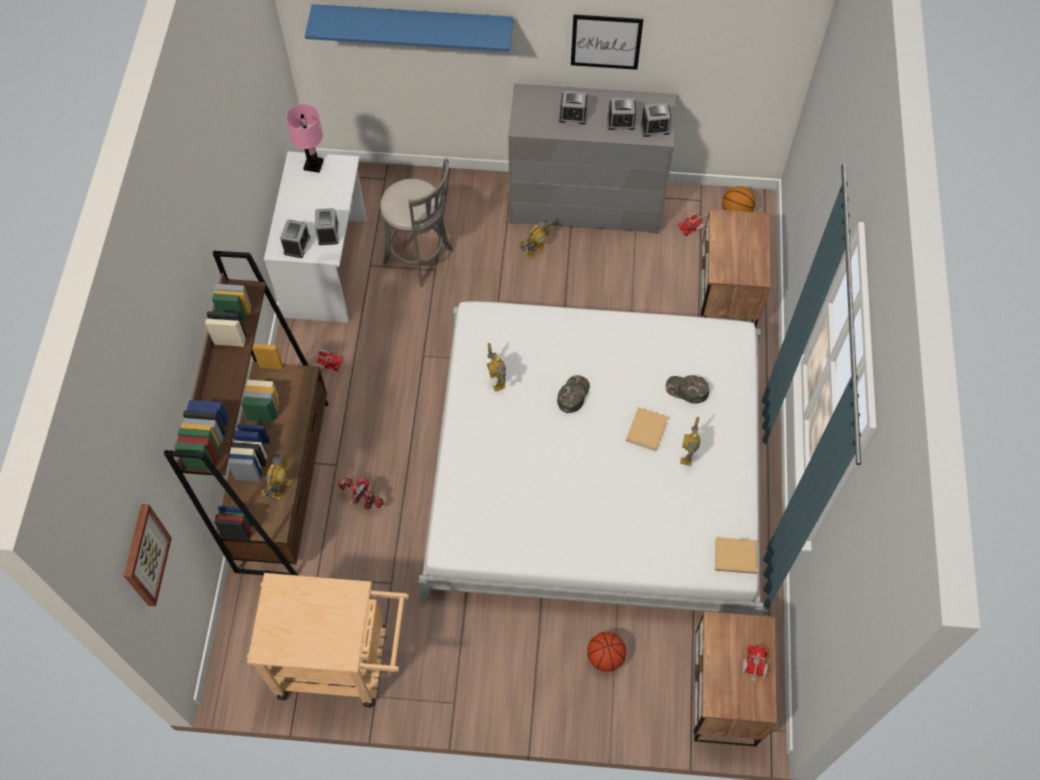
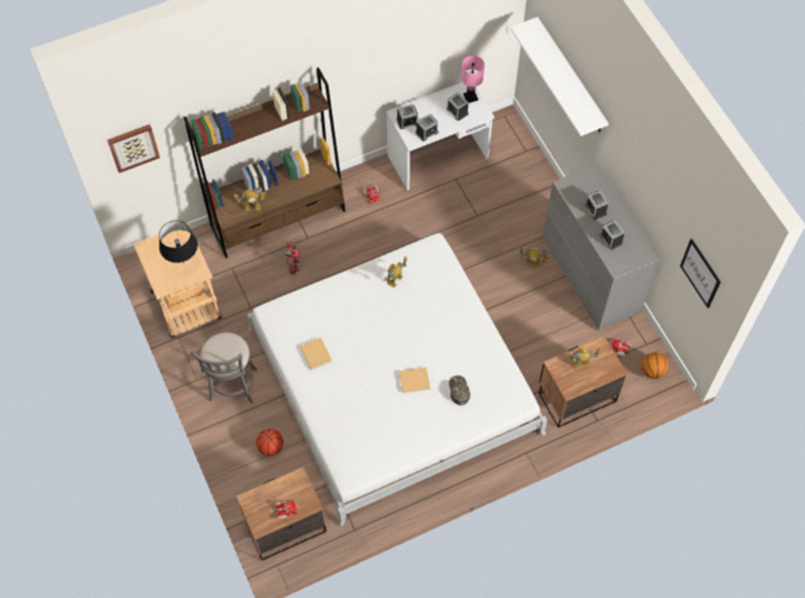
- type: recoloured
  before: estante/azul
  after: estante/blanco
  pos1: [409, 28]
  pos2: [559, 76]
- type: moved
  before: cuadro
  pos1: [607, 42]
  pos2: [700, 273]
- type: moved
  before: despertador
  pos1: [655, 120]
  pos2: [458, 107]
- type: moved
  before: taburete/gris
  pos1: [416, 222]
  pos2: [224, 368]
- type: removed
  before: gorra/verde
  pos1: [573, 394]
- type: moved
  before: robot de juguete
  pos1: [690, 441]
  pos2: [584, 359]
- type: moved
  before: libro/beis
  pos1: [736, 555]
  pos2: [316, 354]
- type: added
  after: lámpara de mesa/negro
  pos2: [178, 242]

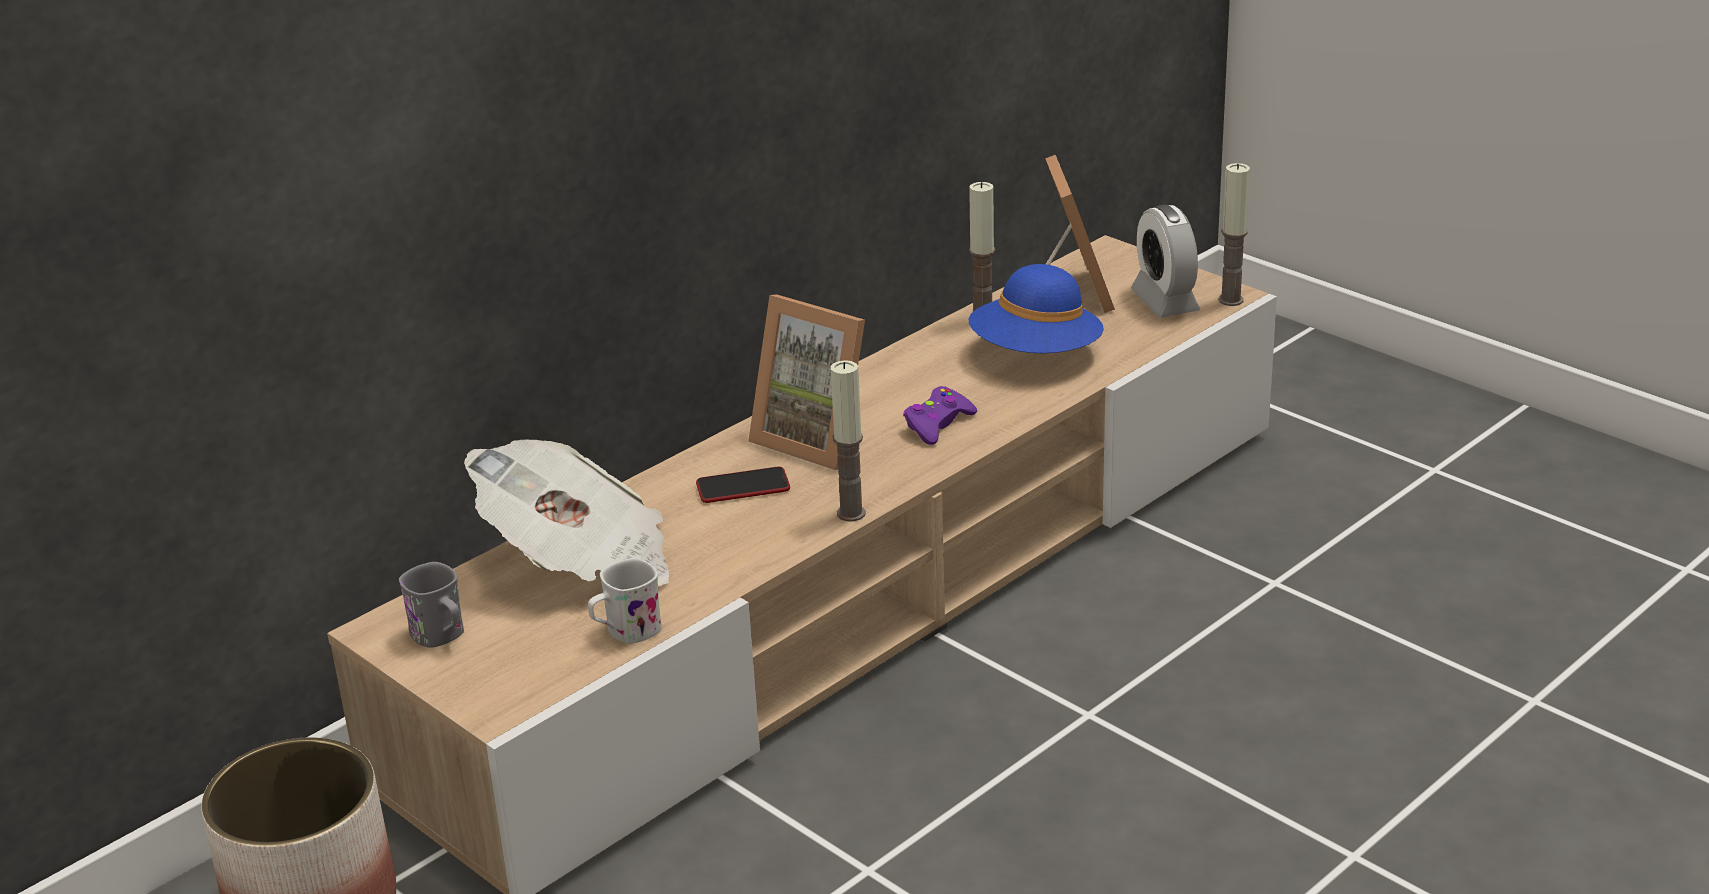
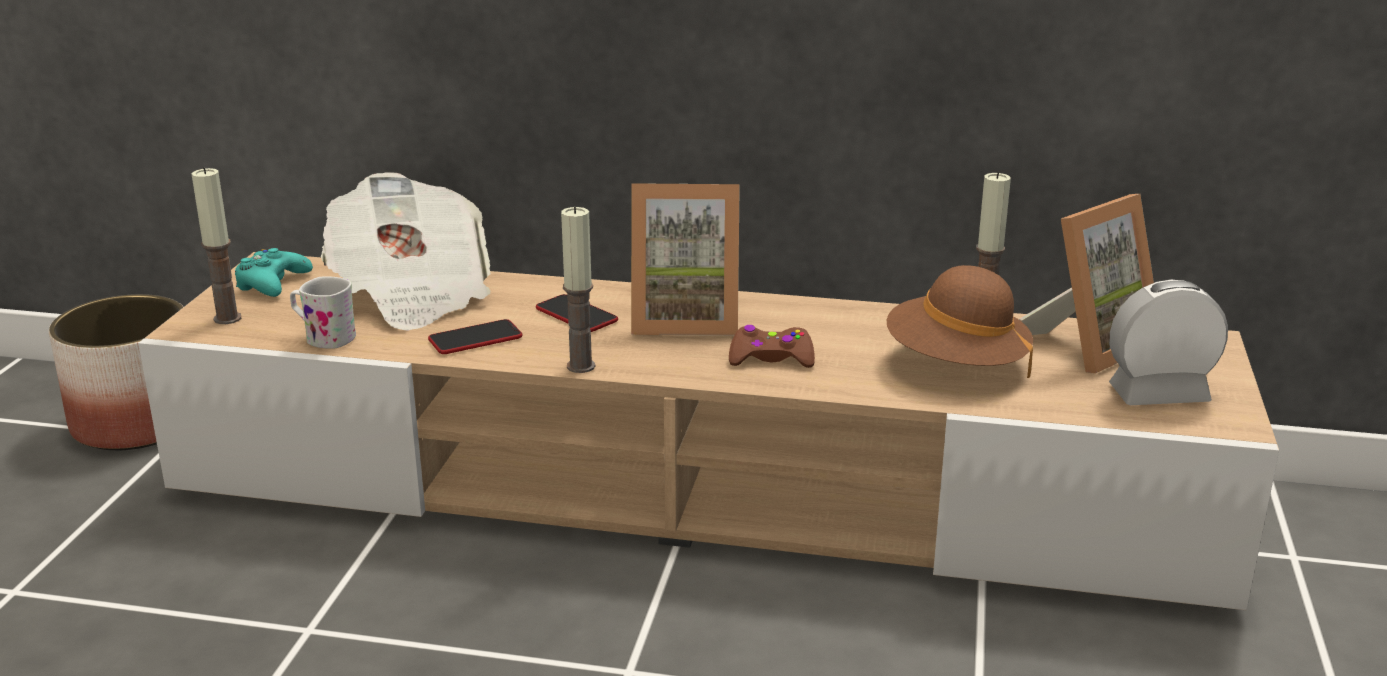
- type: moved
  before: vela
  pos1: [1234, 234]
  pos2: [216, 245]
- type: turned
  before: despertador
  pos1: [1165, 261]
  pos2: [1168, 342]
  turn: 45
- type: recoloured
  before: sombrero/azul
  after: sombrero/marrón
  pos1: [1036, 308]
  pos2: [960, 321]
- type: turned
  before: portarretratos
  pos1: [806, 382]
  pos2: [685, 259]
  turn: -90
- type: recoloured
  before: mando de consola/morado
  after: mando de consola/marrón
  pos1: [940, 415]
  pos2: [772, 346]
- type: replaced
  before: taza grande/gris
  after: mando de consola/turquesa
  pos1: [431, 605]
  pos2: [274, 272]
- type: added
  after: móvil
  pos2: [475, 336]

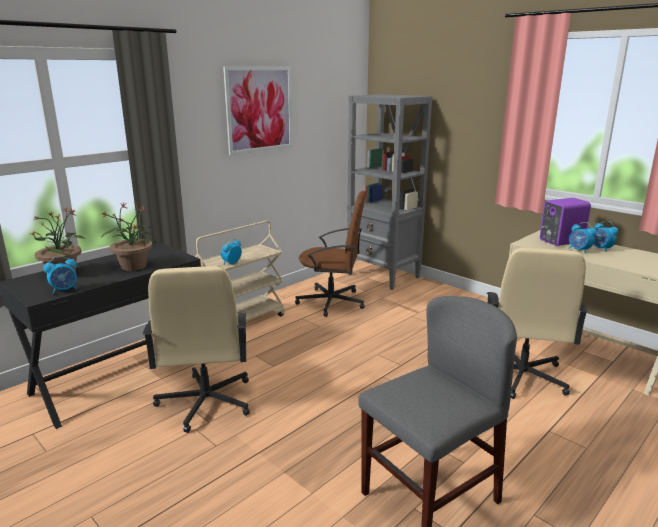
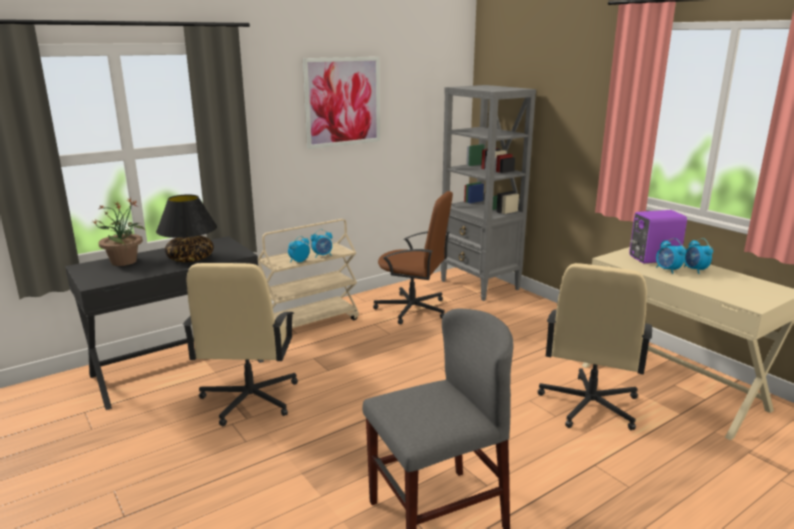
- type: replaced
  before: planta en maceta
  after: lámpara de mesa/negro
  pos1: [128, 236]
  pos2: [186, 228]
- type: moved
  before: despertador
  pos1: [60, 275]
  pos2: [321, 243]

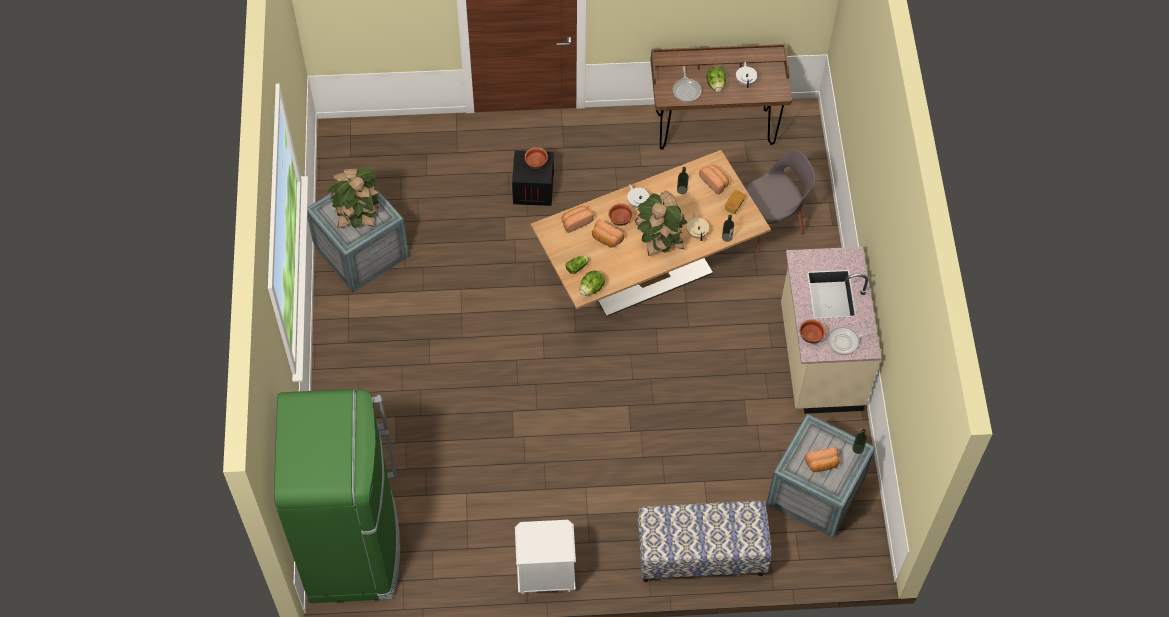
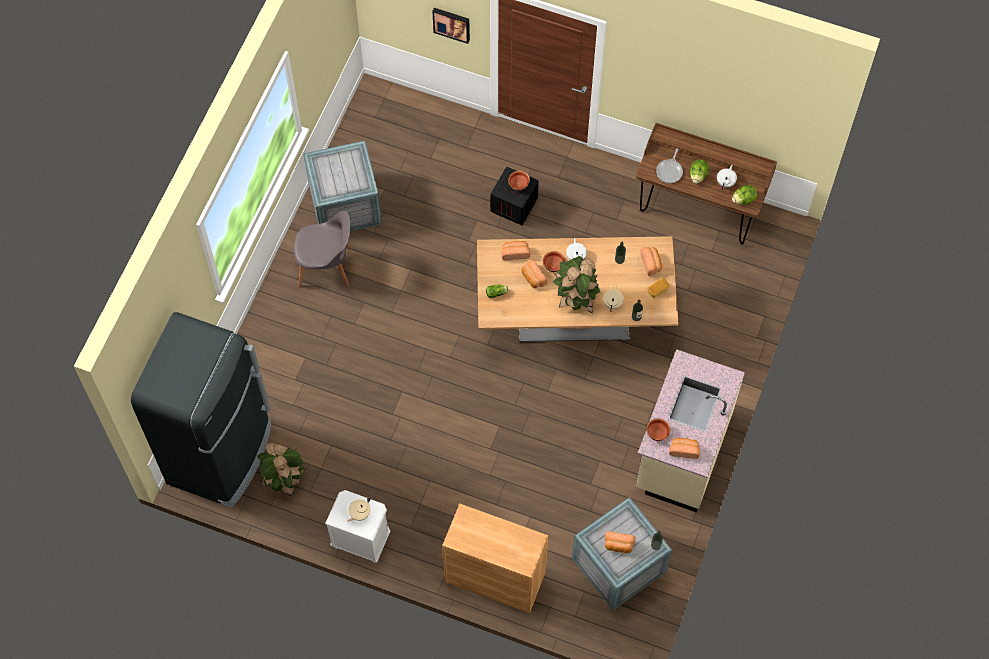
- type: moved
  before: silla/gris
  pos1: [780, 201]
  pos2: [322, 249]
- type: moved
  before: planta en maceta
  pos1: [354, 198]
  pos2: [282, 470]
- type: moved
  before: lechuga
  pos1: [592, 283]
  pos2: [744, 195]
- type: replaced
  before: sartén
  after: pan
  pos1: [851, 341]
  pos2: [684, 448]
- type: recoloured
  before: nevera/verde
  after: nevera/negro
  pos1: [337, 496]
  pos2: [201, 410]
- type: replaced
  before: banco
  after: armario/marrón
  pos1: [704, 541]
  pos2: [495, 558]
- type: added
  after: cuadro
  pos2: [451, 26]
- type: added
  after: tetera/beis
  pos2: [358, 510]

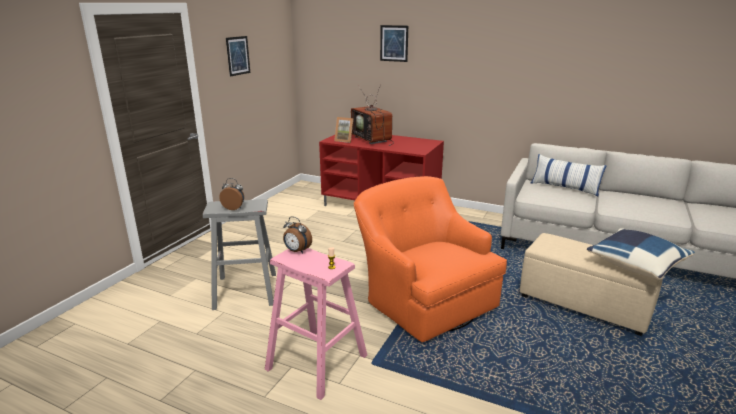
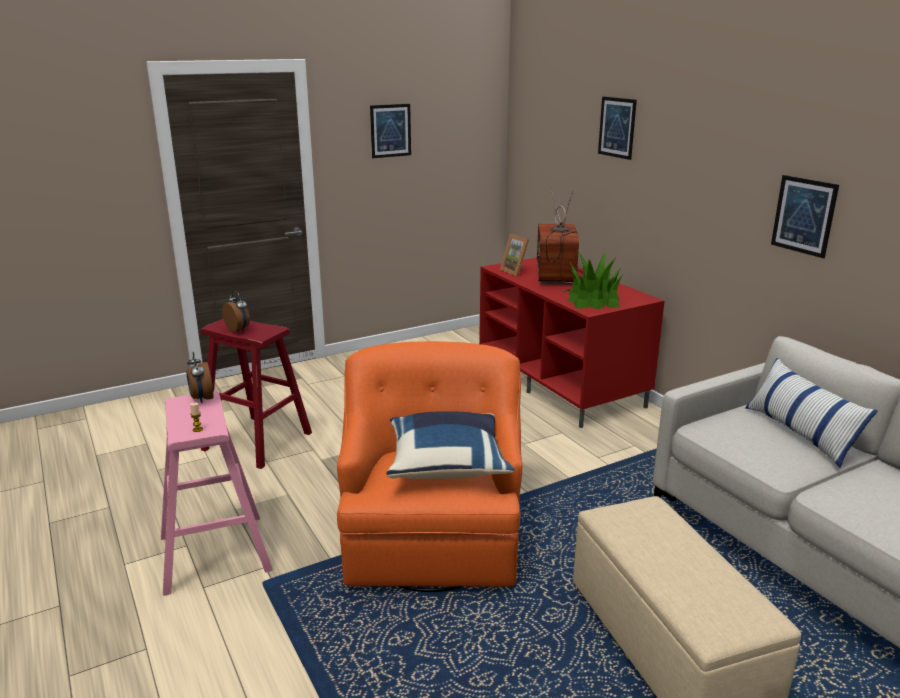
- type: recoloured
  before: taburete/gris
  after: taburete/rojo
  pos1: [239, 254]
  pos2: [256, 394]
- type: moved
  before: cojín/azul
  pos1: [641, 254]
  pos2: [450, 445]
- type: added
  after: cuadro
  pos2: [805, 216]
- type: added
  after: planta en maceta
  pos2: [595, 280]

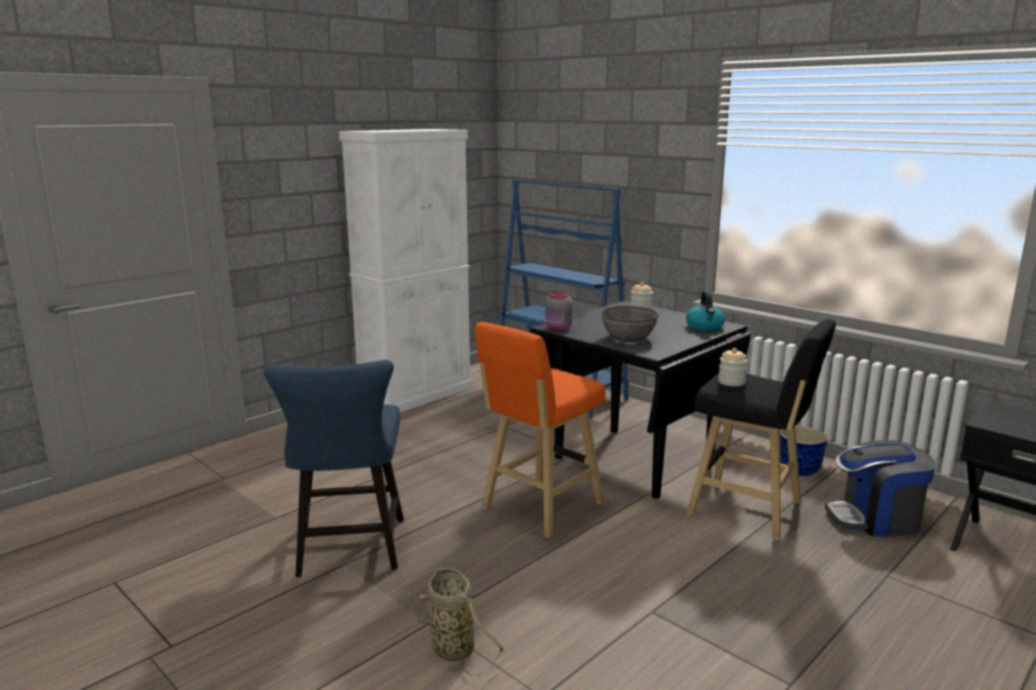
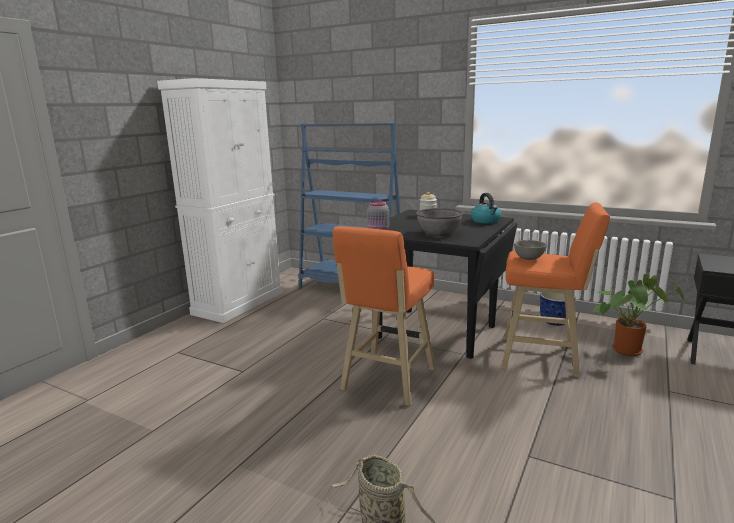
- type: recoloured
  before: taburete/negro
  after: taburete/naranja
  pos1: [761, 430]
  pos2: [555, 289]
- type: replaced
  before: tarro
  after: cuenco/gris
  pos1: [732, 367]
  pos2: [530, 250]
- type: removed
  before: silla/azul
  pos1: [334, 468]
- type: replaced
  before: cafetera
  after: planta en maceta
  pos1: [880, 488]
  pos2: [639, 315]

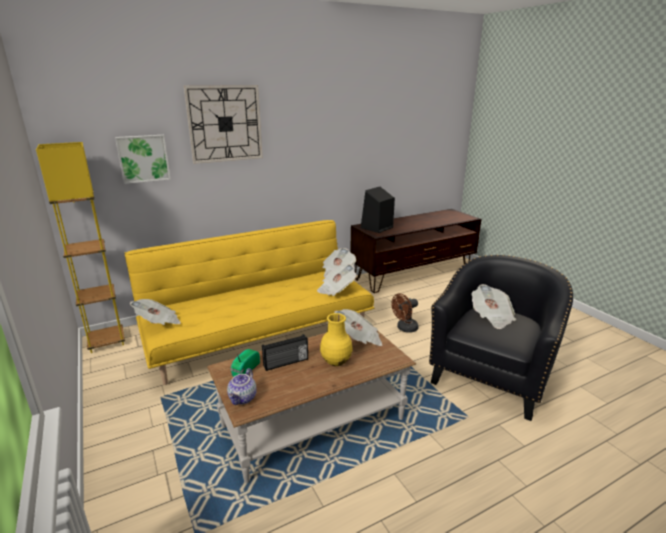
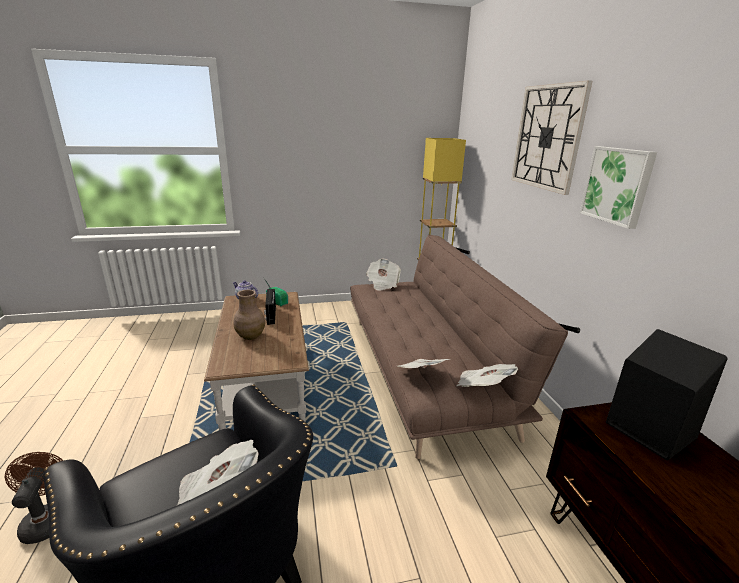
- type: moved
  before: cuadro
  pos1: [143, 159]
  pos2: [618, 187]
- type: recoloured
  before: sofá/amarillo
  after: sofá/marrón
  pos1: [249, 302]
  pos2: [465, 347]
- type: moved
  before: ventilador/marrón
  pos1: [405, 313]
  pos2: [34, 498]
- type: removed
  before: periódico
  pos1: [358, 327]
- type: recoloured
  before: florero/amarillo
  after: florero/marrón
  pos1: [336, 339]
  pos2: [249, 315]

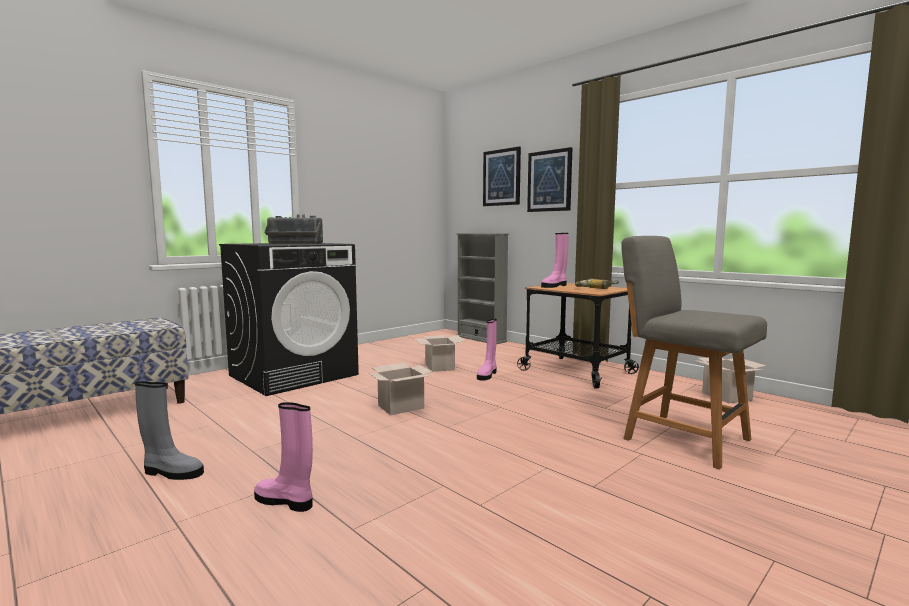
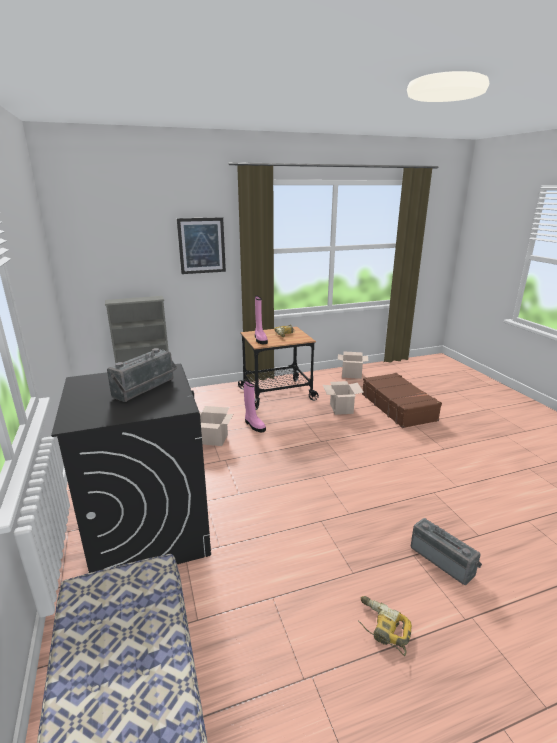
- type: removed
  before: cuadro
  pos1: [502, 176]
- type: replaced
  before: silla/gris
  after: maleta/marrón
  pos1: [694, 352]
  pos2: [402, 400]
- type: moved
  before: caja de cartón
  pos1: [400, 389]
  pos2: [343, 398]
- type: replaced
  before: bota/gris
  after: taladro
  pos1: [169, 430]
  pos2: [385, 626]
- type: replaced
  before: bota/rosa
  after: radio
  pos1: [283, 457]
  pos2: [446, 551]

